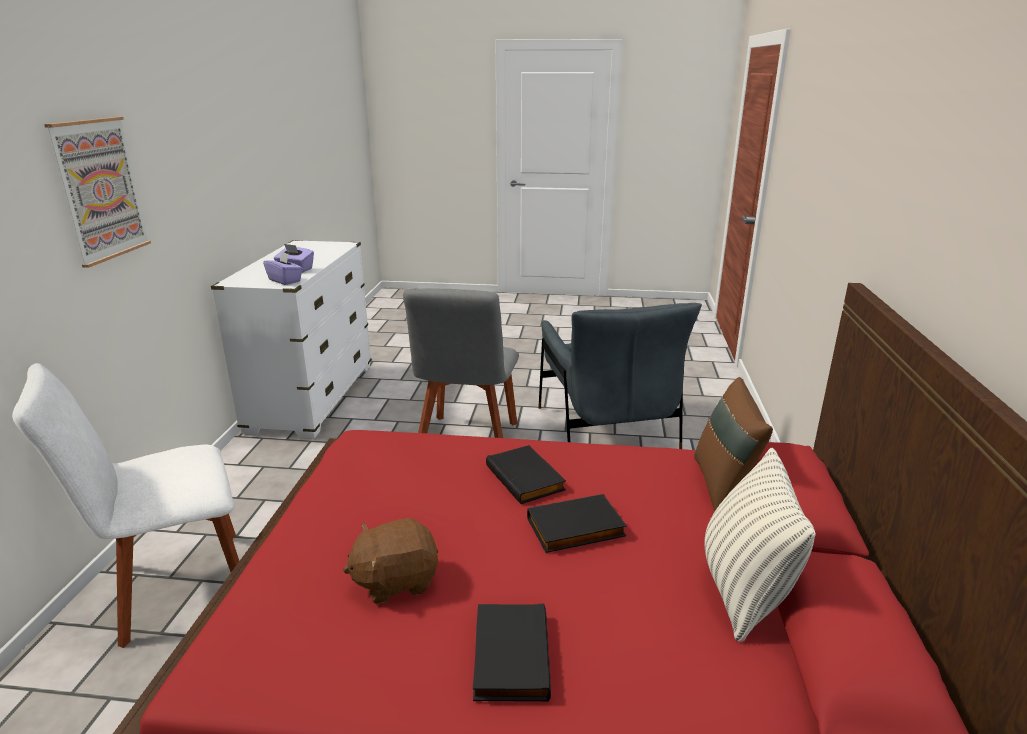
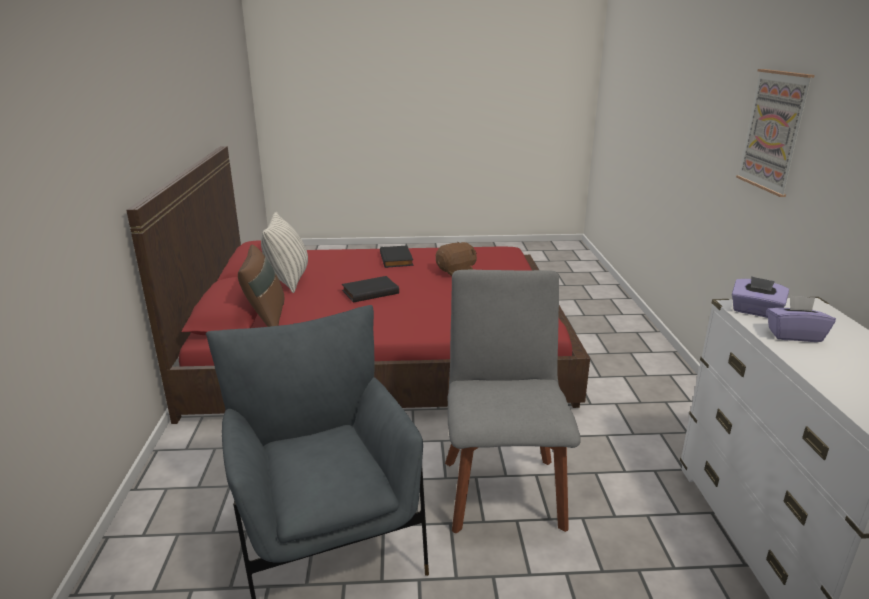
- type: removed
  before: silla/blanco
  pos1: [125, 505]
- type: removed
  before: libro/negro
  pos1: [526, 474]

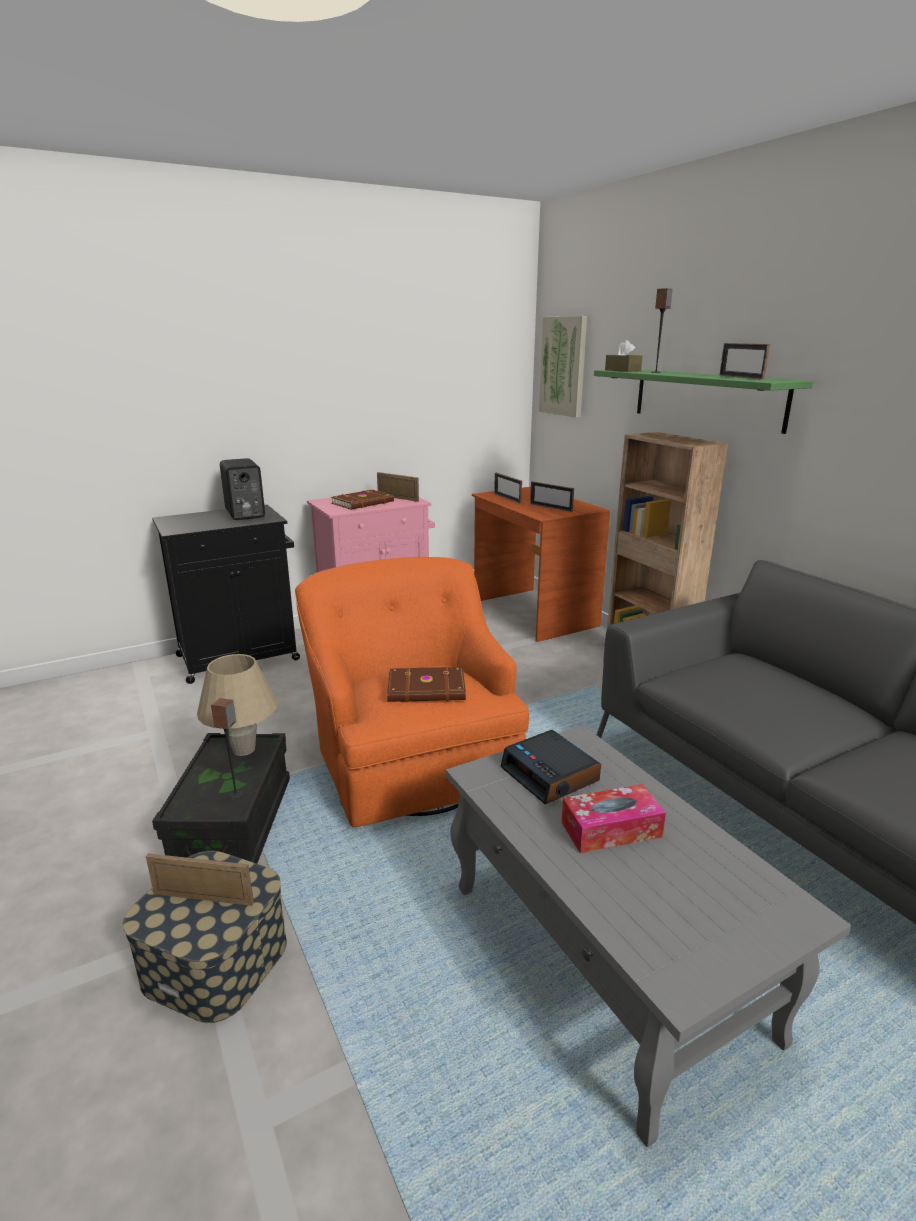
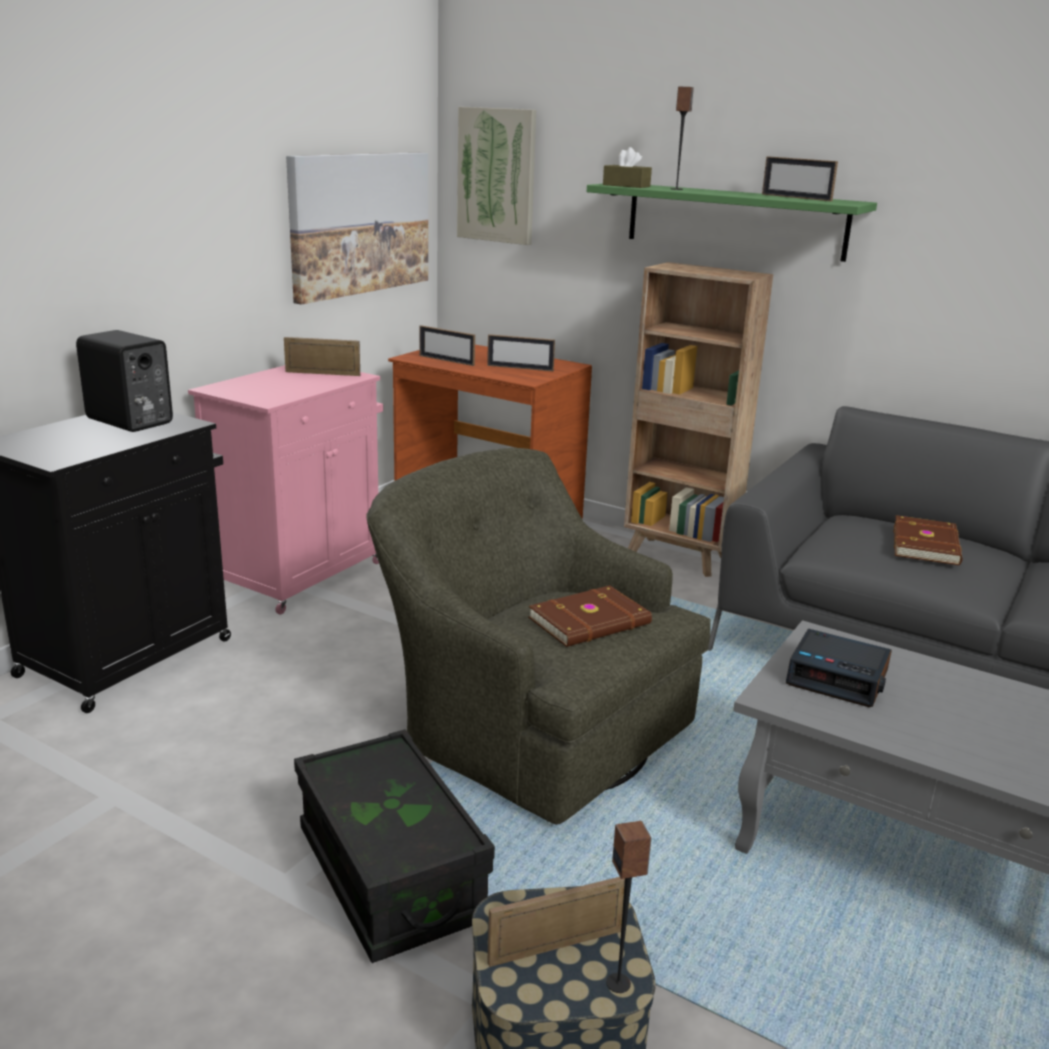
- type: moved
  before: libro/marrón
  pos1: [362, 500]
  pos2: [927, 540]
- type: recoloured
  before: sillón/naranja
  after: sillón/verde
  pos1: [412, 692]
  pos2: [538, 636]
- type: removed
  before: lámpara de mesa/beis
  pos1: [237, 705]
- type: moved
  before: altavoz
  pos1: [227, 748]
  pos2: [629, 907]
- type: removed
  before: caja de pañuelos
  pos1: [613, 818]
- type: added
  after: cuadro
  pos2: [357, 229]

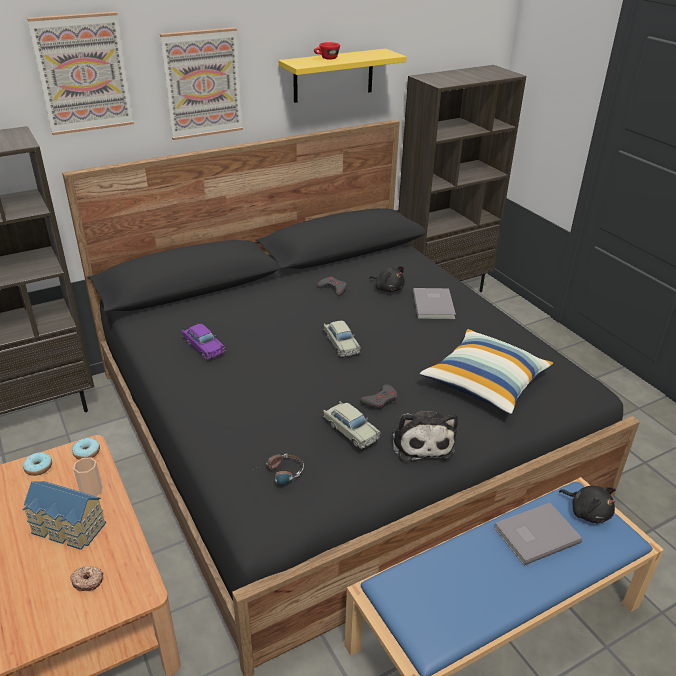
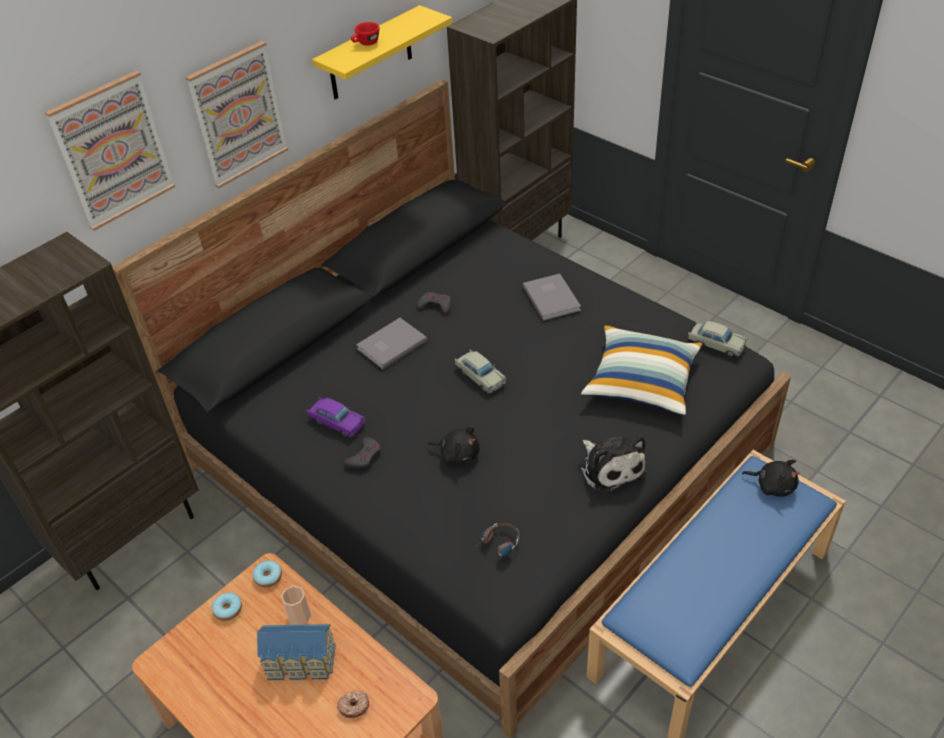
- type: moved
  before: peluche/negro
  pos1: [387, 279]
  pos2: [454, 446]
- type: moved
  before: mando de consola/gris
  pos1: [378, 397]
  pos2: [362, 452]
- type: moved
  before: coche de juguete/beis
  pos1: [352, 425]
  pos2: [718, 339]
- type: moved
  before: libro/gris
  pos1: [538, 534]
  pos2: [391, 343]

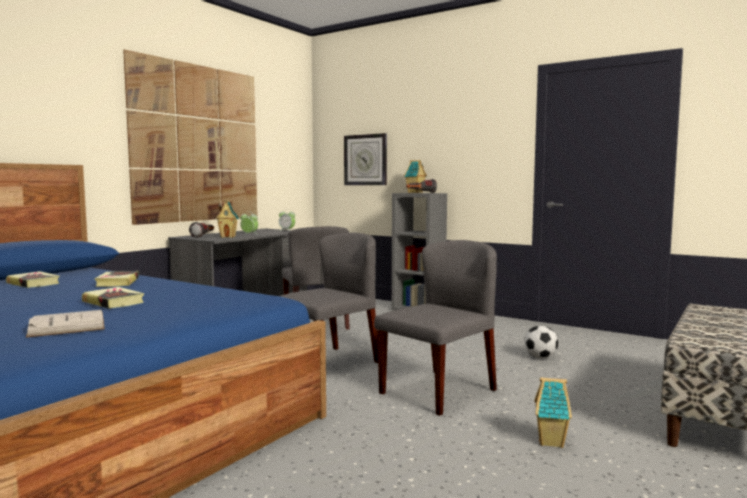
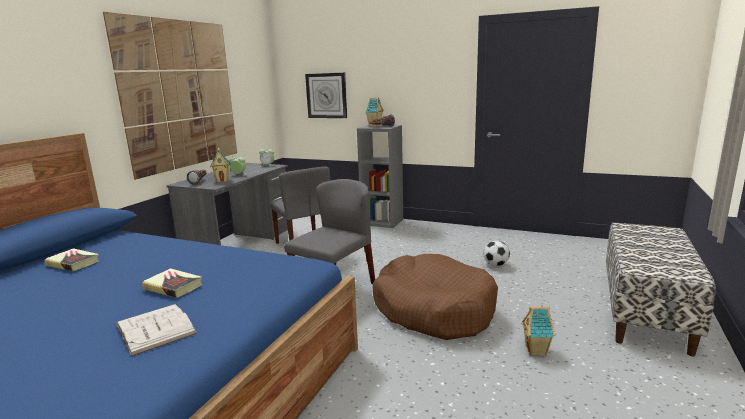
- type: replaced
  before: silla/gris
  after: cama para perro/marrón
  pos1: [435, 328]
  pos2: [435, 297]
- type: removed
  before: libro
  pos1: [116, 279]

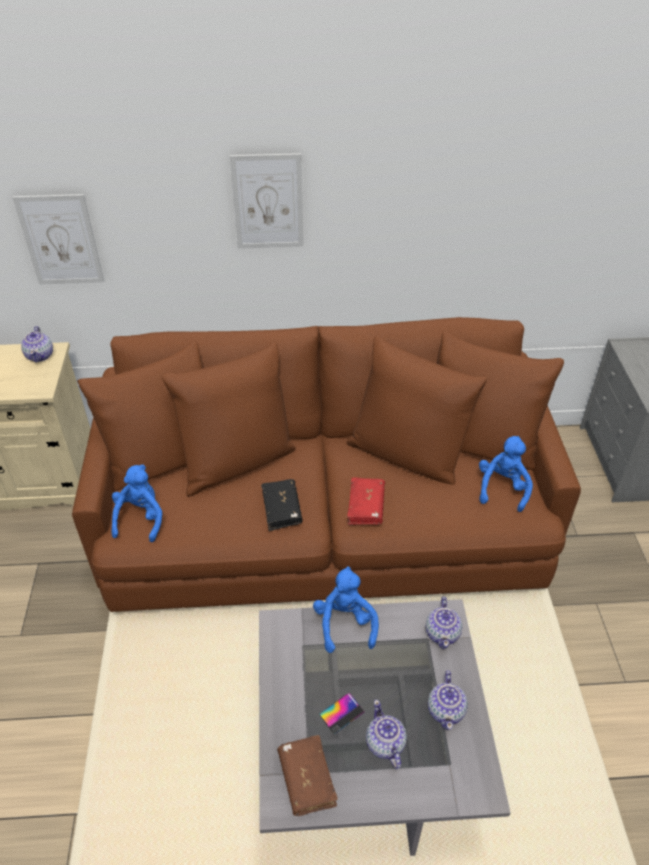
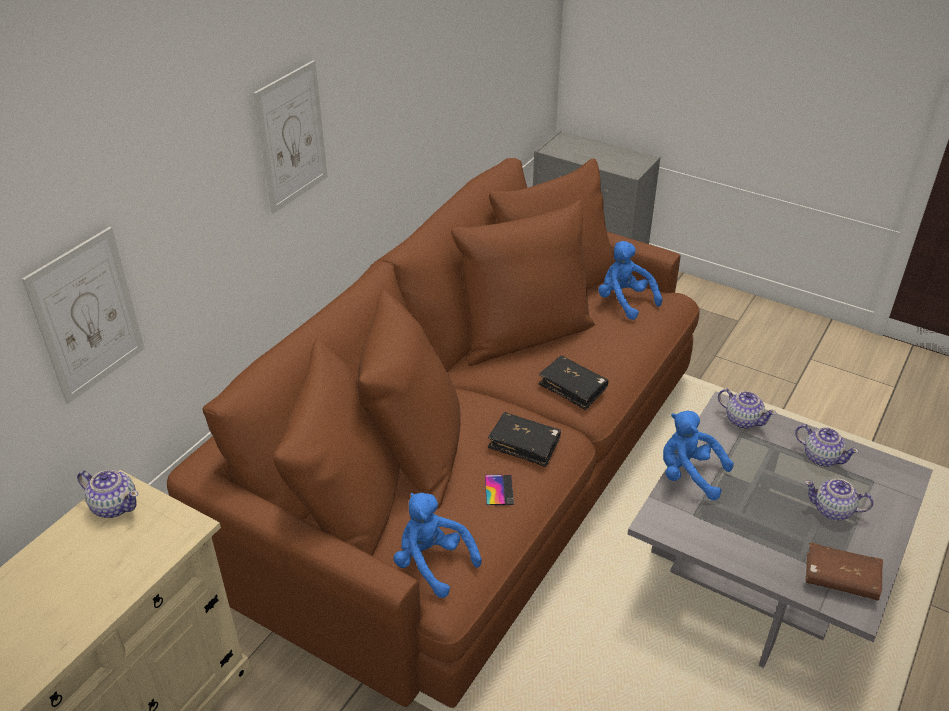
- type: recoloured
  before: libro/rojo
  after: libro/negro
  pos1: [366, 501]
  pos2: [573, 383]
- type: moved
  before: móvil
  pos1: [342, 714]
  pos2: [499, 489]

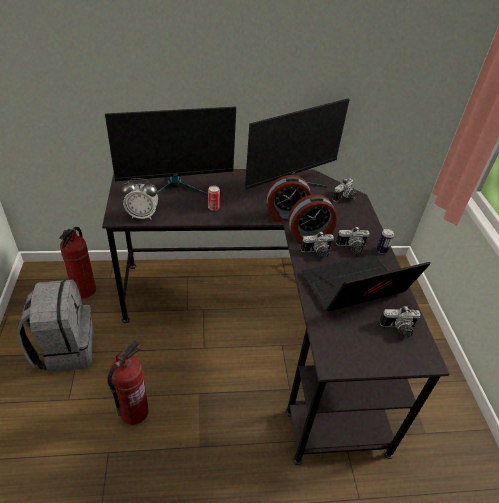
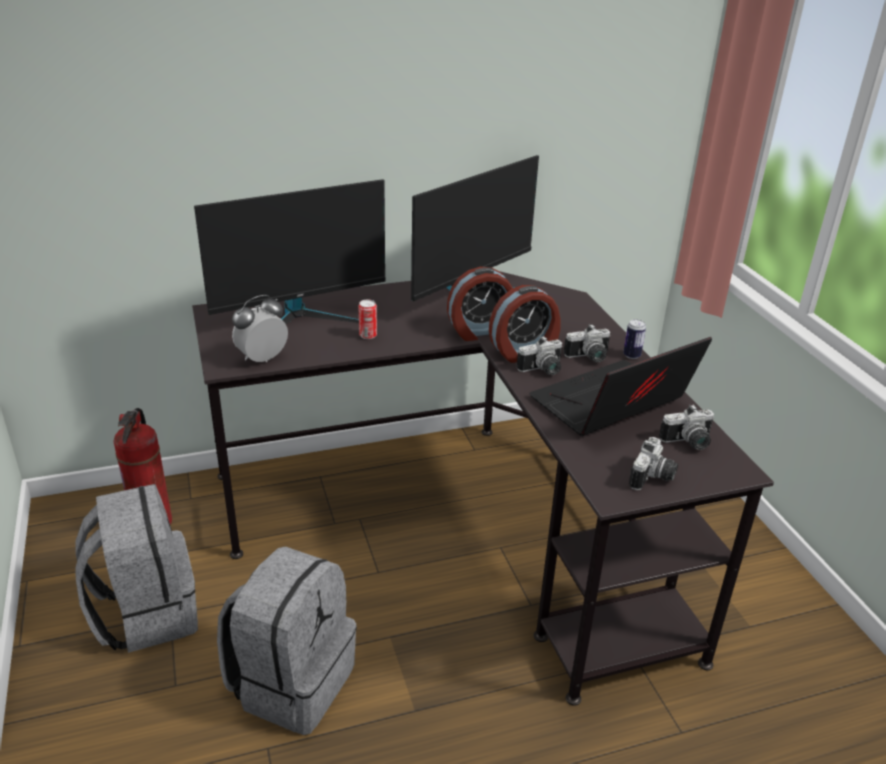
- type: turned
  before: despertador
  pos1: [140, 198]
  pos2: [260, 328]
  turn: 150
- type: moved
  before: cámara
  pos1: [345, 190]
  pos2: [653, 463]
- type: replaced
  before: extintor
  after: mochila/gris
  pos1: [128, 382]
  pos2: [287, 640]

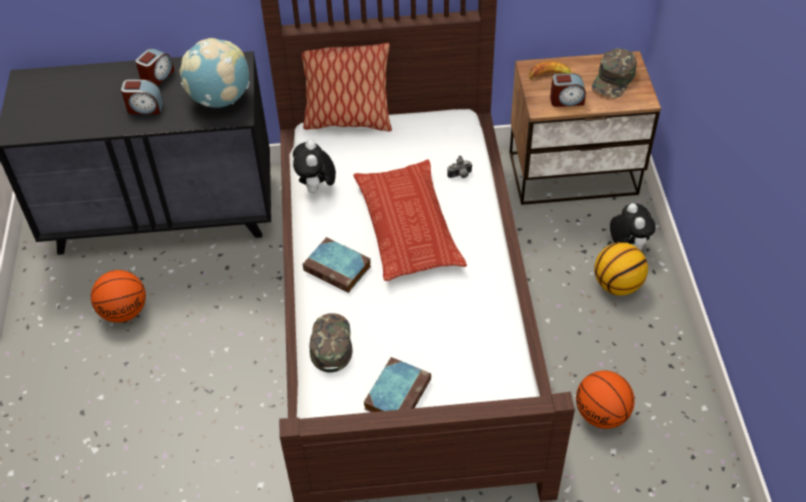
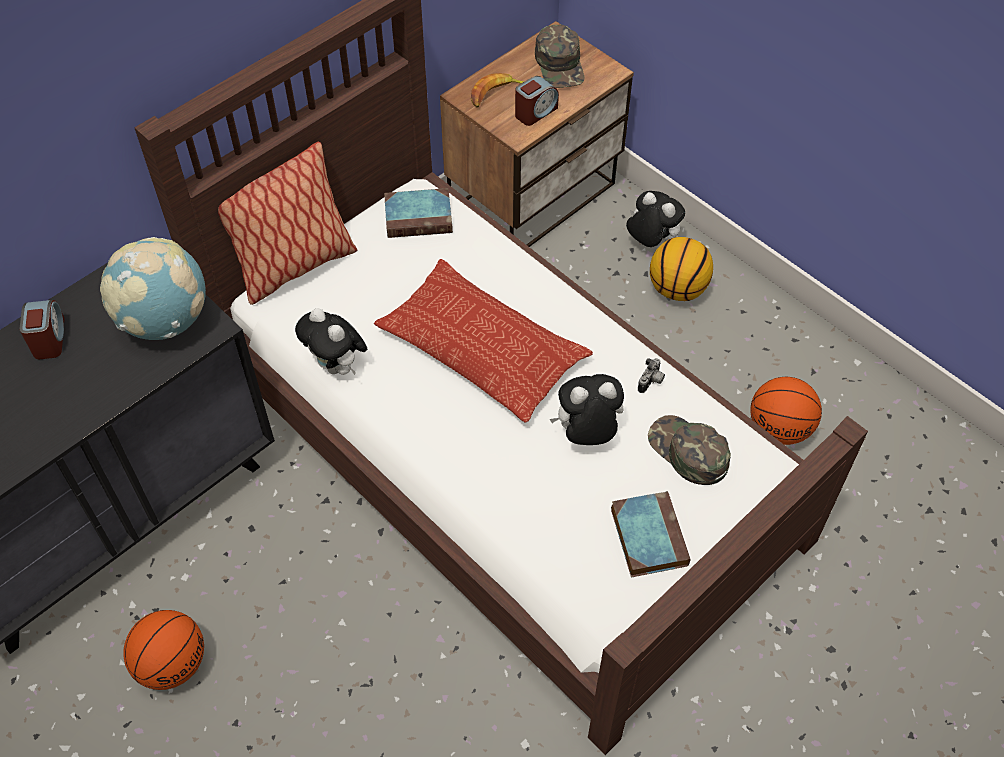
- type: removed
  before: despertador
  pos1: [142, 97]
- type: moved
  before: cámara
  pos1: [460, 166]
  pos2: [651, 375]
- type: moved
  before: libro
  pos1: [337, 265]
  pos2: [418, 213]
- type: moved
  before: gorra/verde
  pos1: [330, 343]
  pos2: [689, 450]
- type: added
  after: peluche
  pos2: [587, 409]

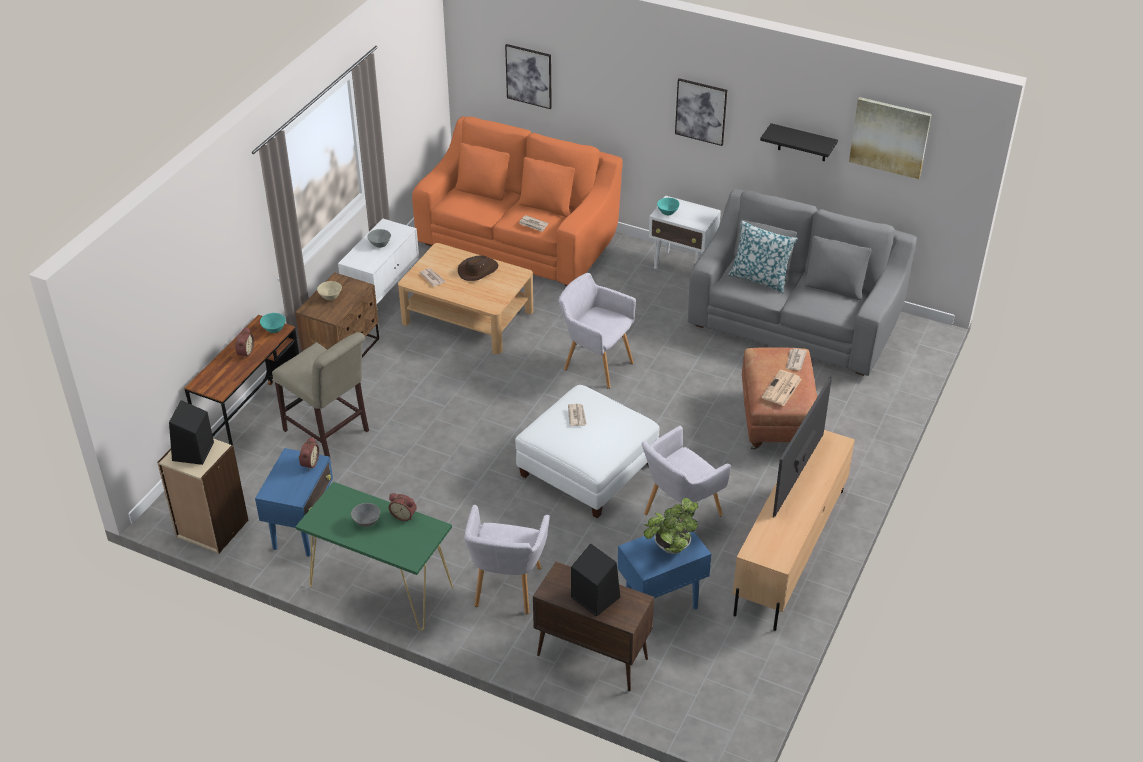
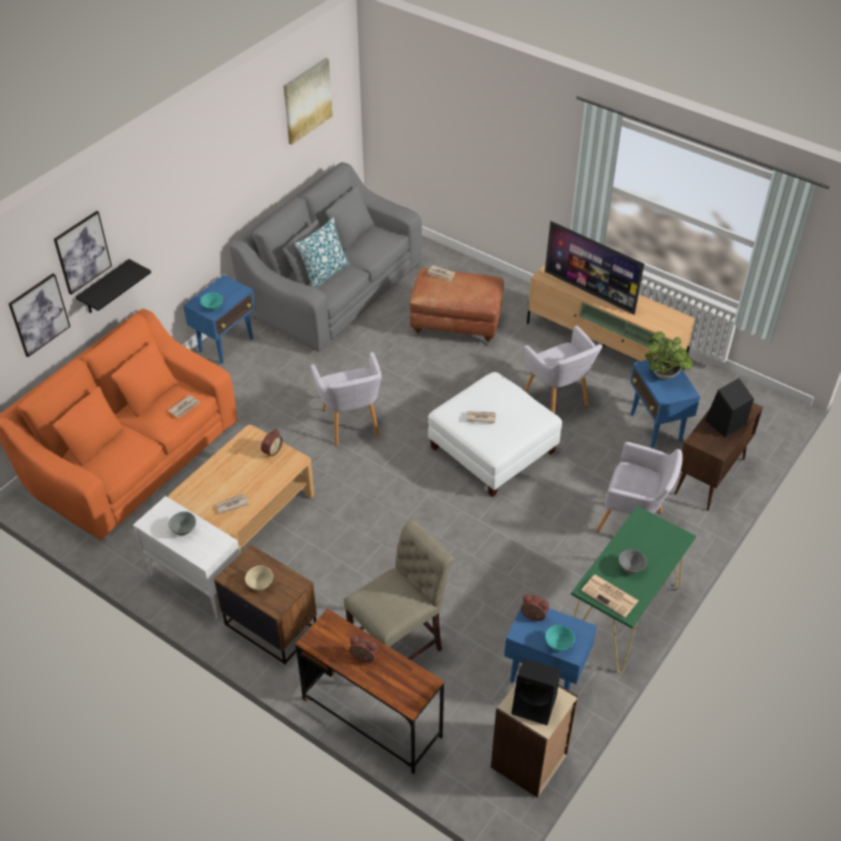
- type: moved
  before: cuadro
  pos1: [701, 112]
  pos2: [83, 253]
- type: moved
  before: estante/negro
  pos1: [799, 142]
  pos2: [113, 286]
- type: recoloured
  before: mesa auxiliar/blanco
  after: mesa auxiliar/azul
  pos1: [685, 232]
  pos2: [219, 319]
- type: removed
  before: sombrero/marrón
  pos1: [478, 268]
- type: turned
  before: sillón/gris
  pos1: [597, 331]
  pos2: [346, 399]
  turn: -60
- type: moved
  before: cuenco/turquesa
  pos1: [273, 323]
  pos2: [560, 638]
- type: moved
  before: periódico
  pos1: [782, 388]
  pos2: [610, 595]
- type: moved
  before: despertador
  pos1: [403, 507]
  pos2: [272, 443]

